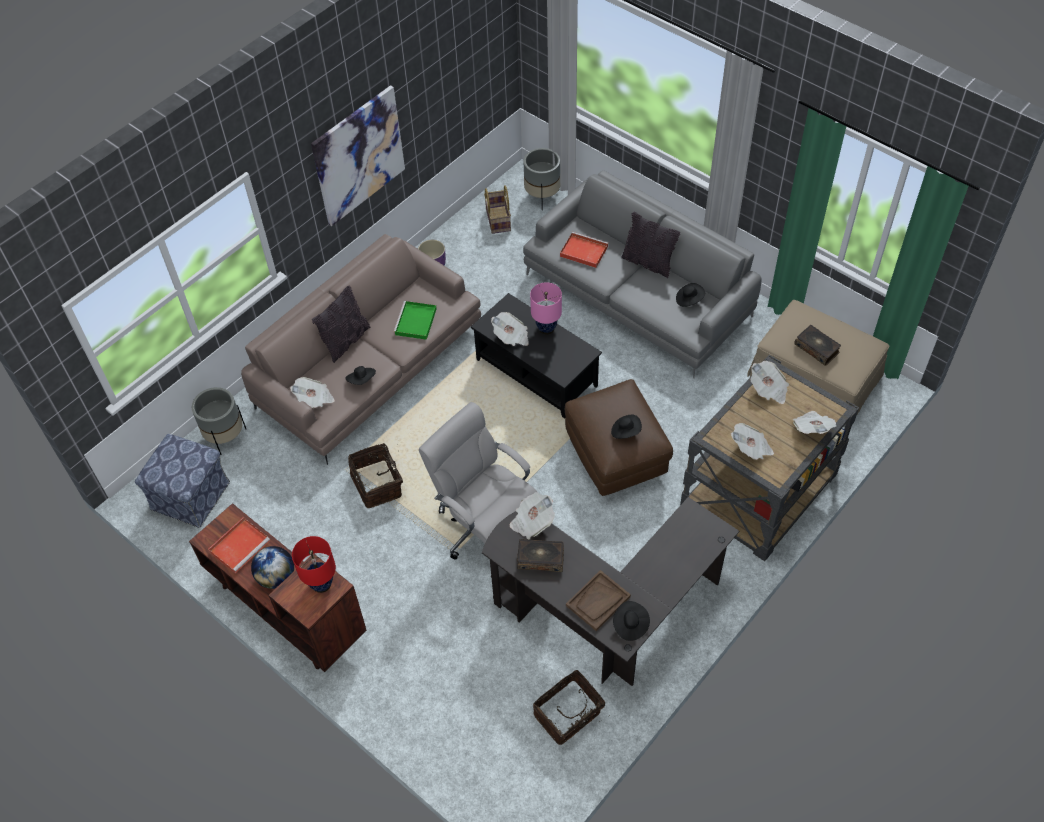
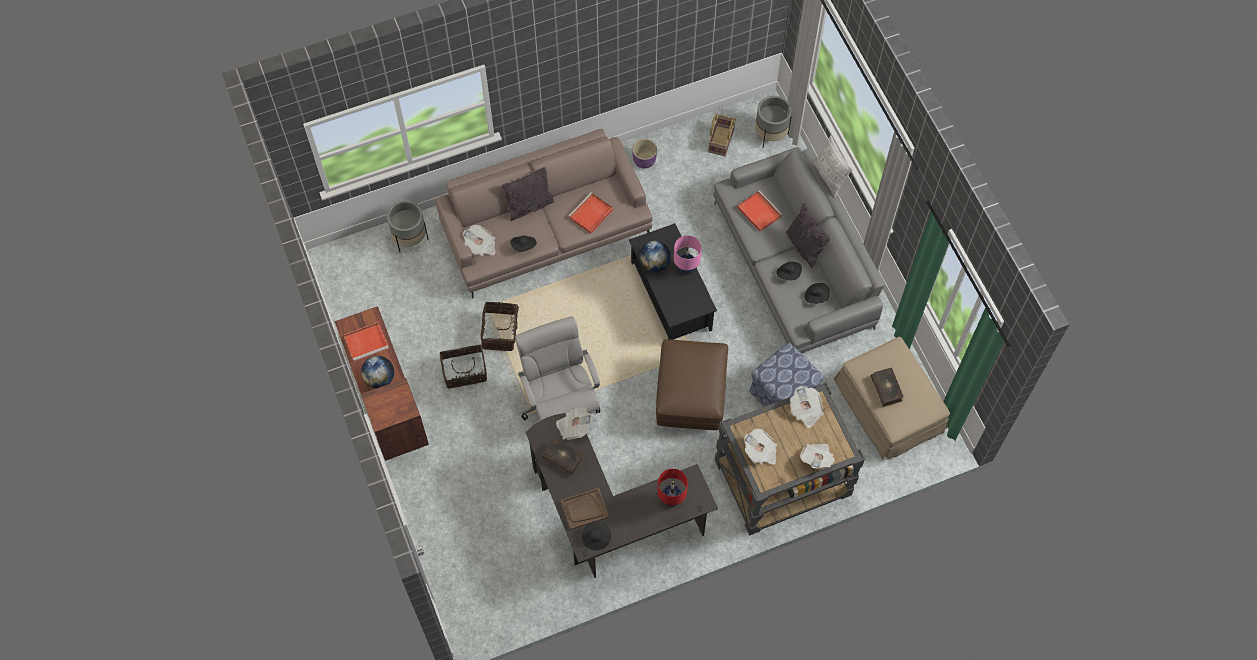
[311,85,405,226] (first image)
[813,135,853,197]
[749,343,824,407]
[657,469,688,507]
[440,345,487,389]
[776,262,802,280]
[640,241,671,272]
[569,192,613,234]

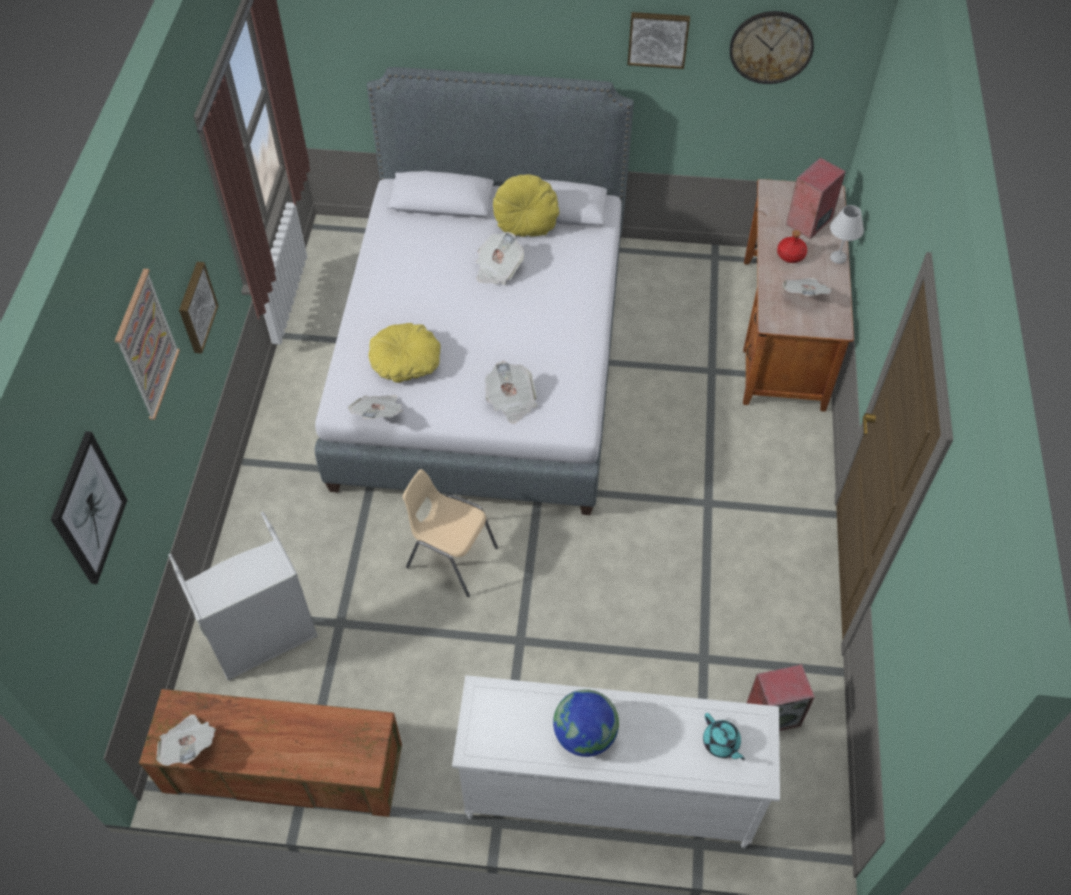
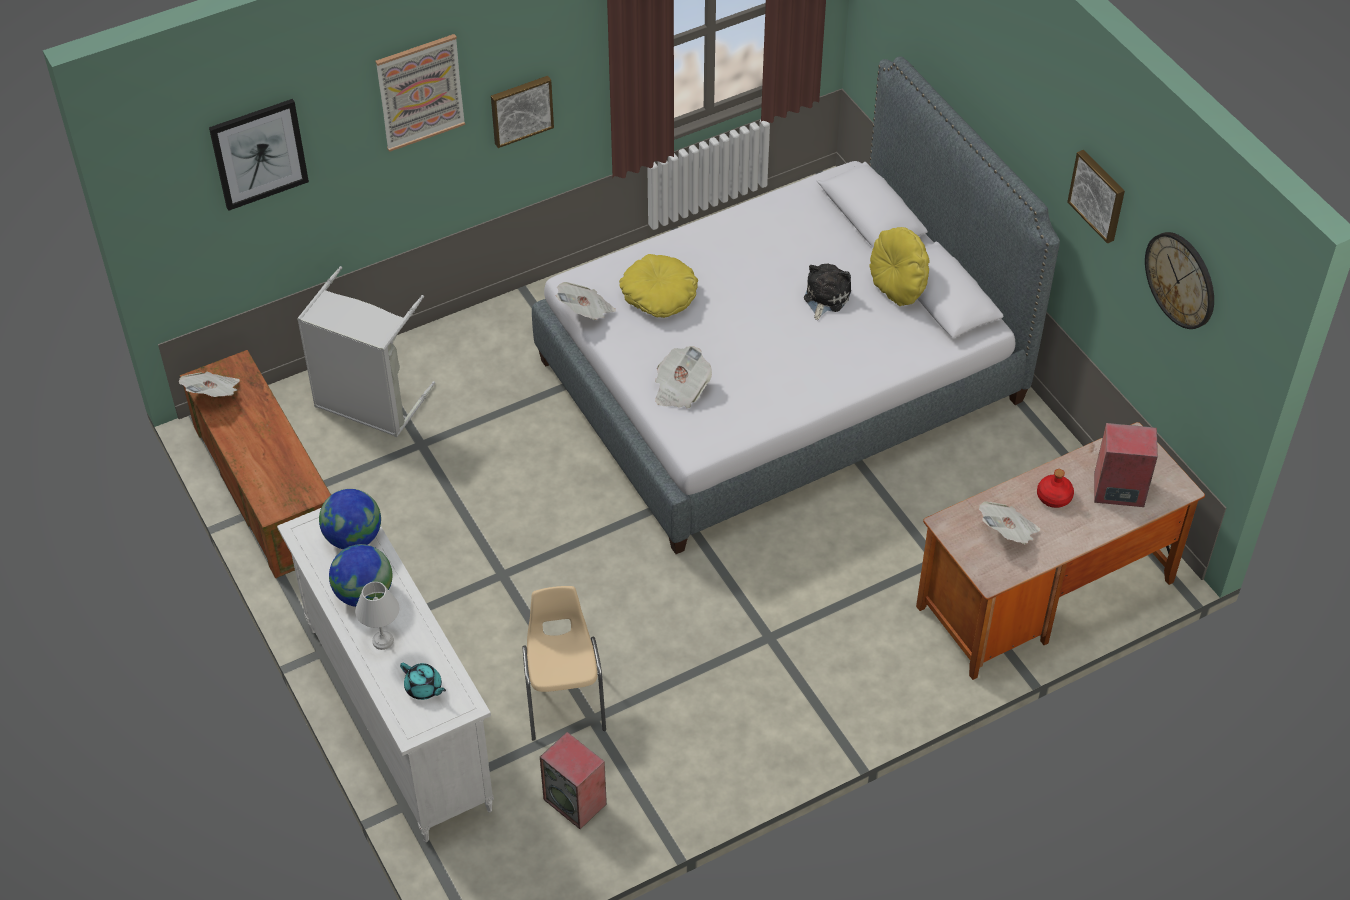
[319,489,381,549]
[523,586,606,741]
[355,582,399,650]
[804,263,851,320]
[400,663,446,700]

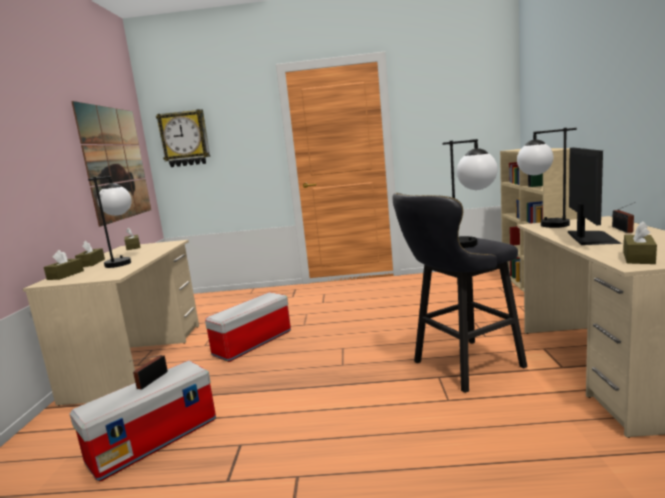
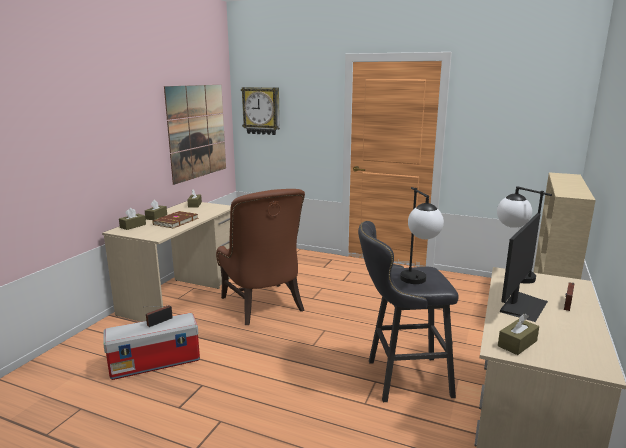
[152,211,198,229]
[216,189,305,325]

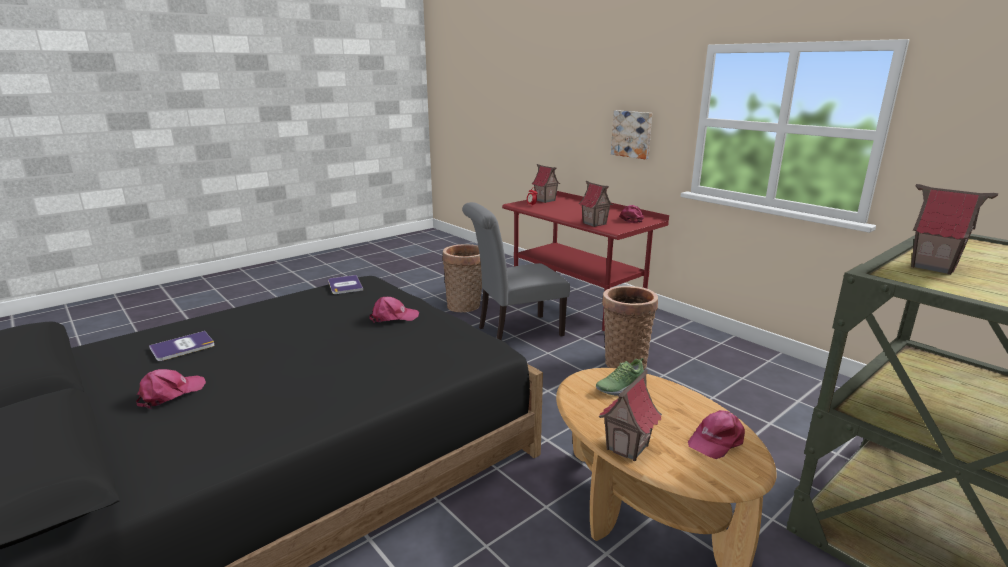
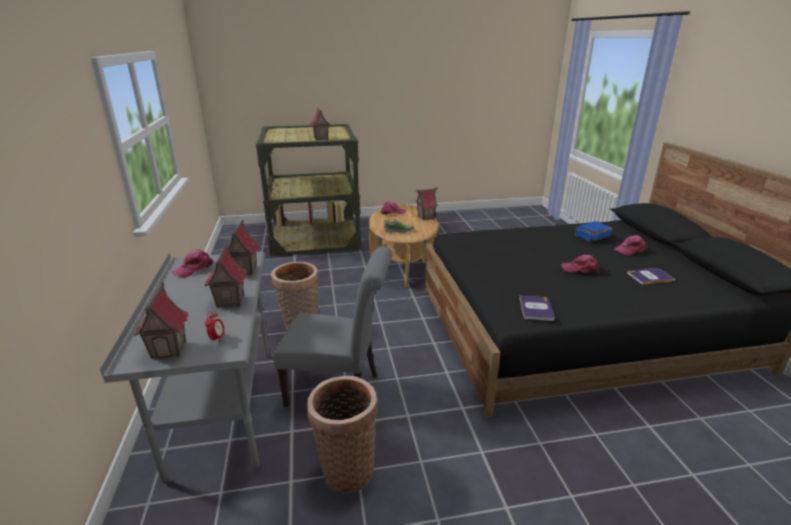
[611,110,652,159] (first image)
[204,243,247,308]
[575,221,613,242]
[561,255,600,273]
[100,251,270,484]

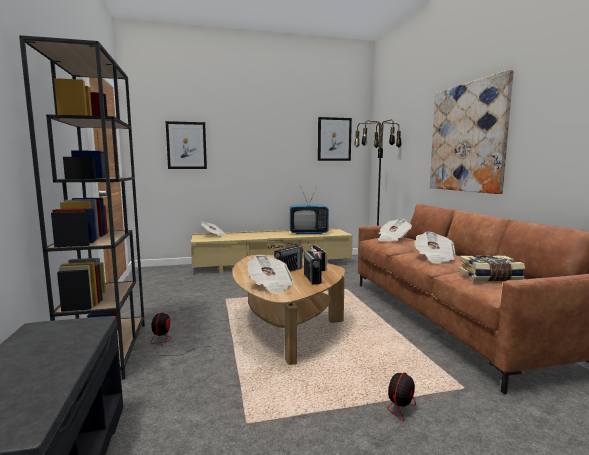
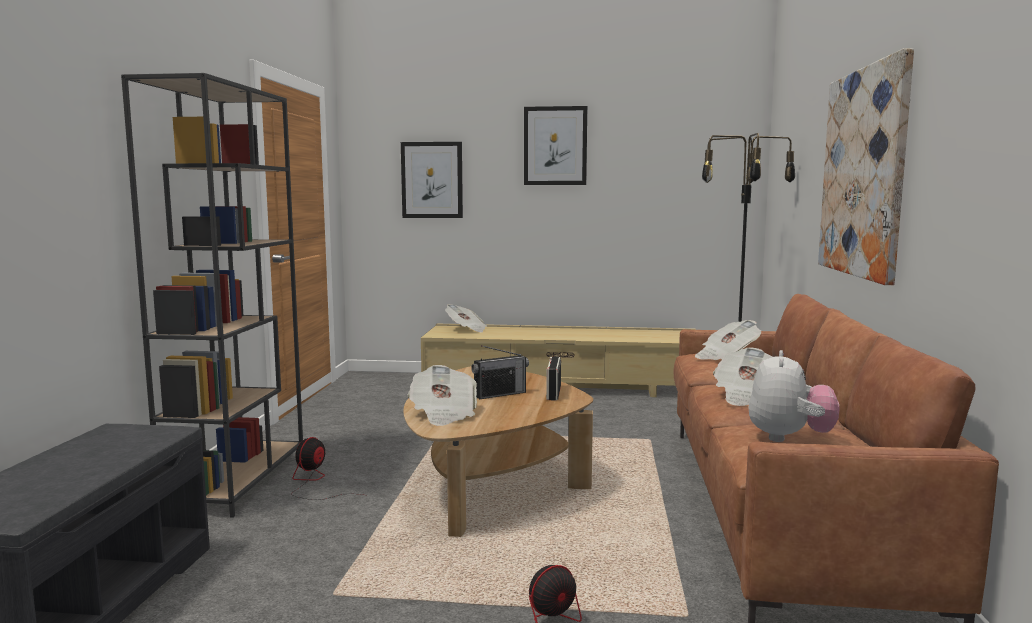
[290,186,329,235] (first image)
[304,242,322,285] (first image)
[524,106,587,185]
[749,350,839,442]

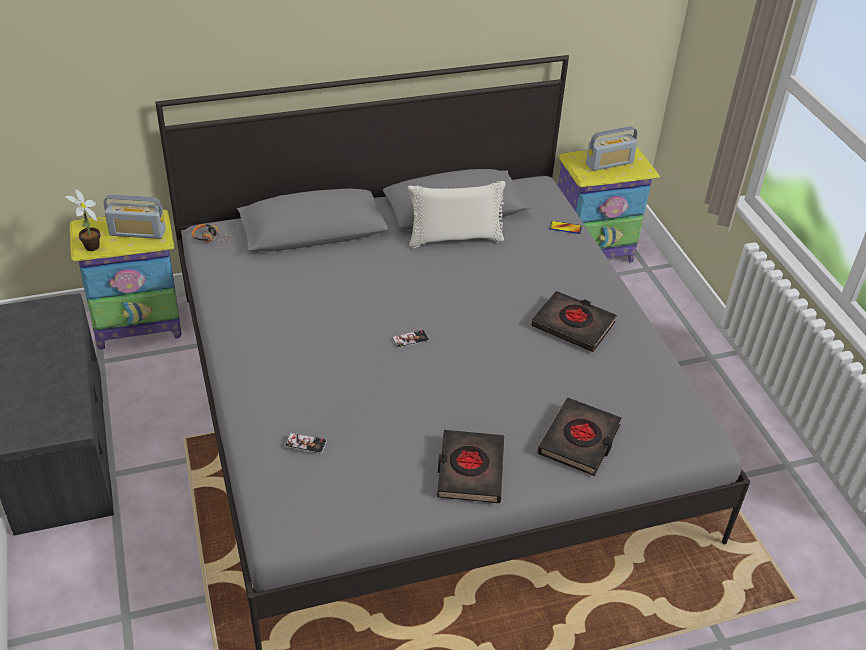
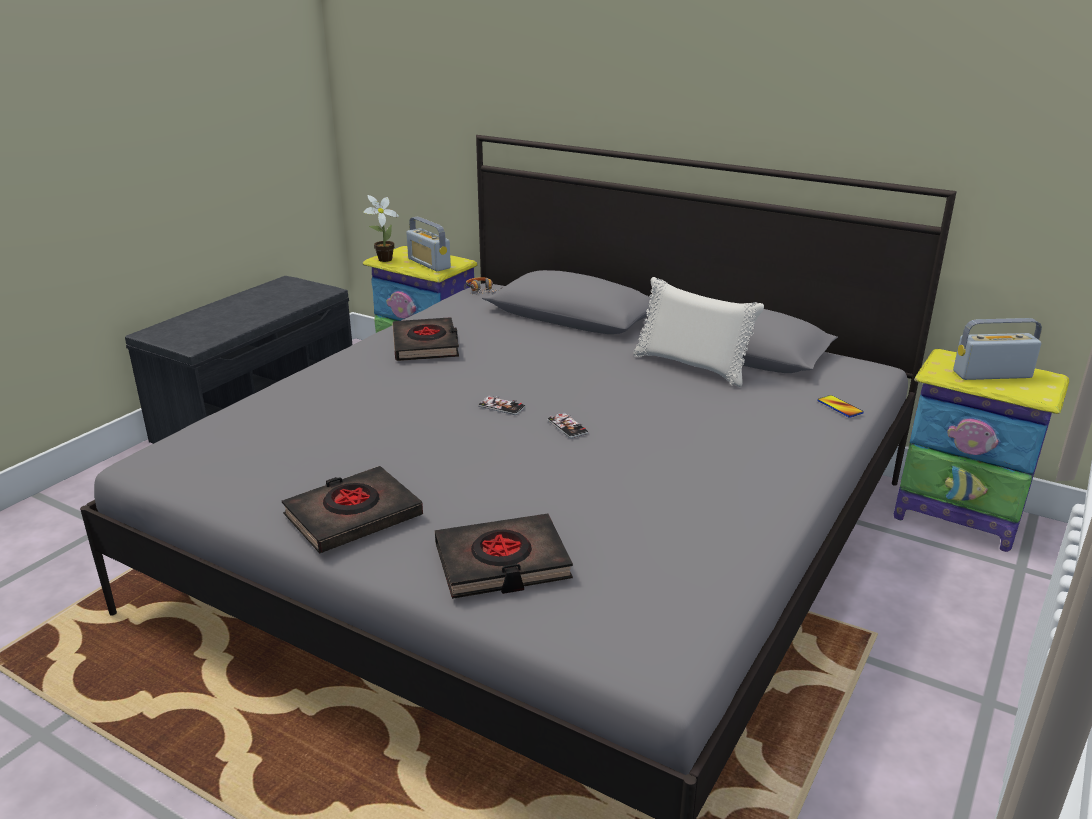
[547,412,589,438]
[393,317,459,361]
[953,318,1042,380]

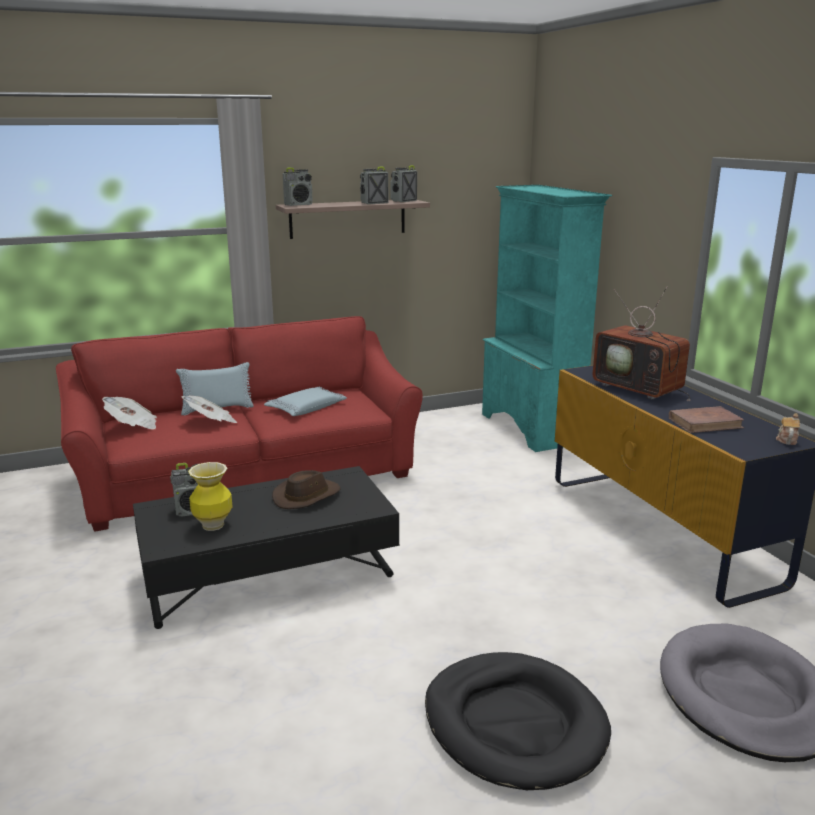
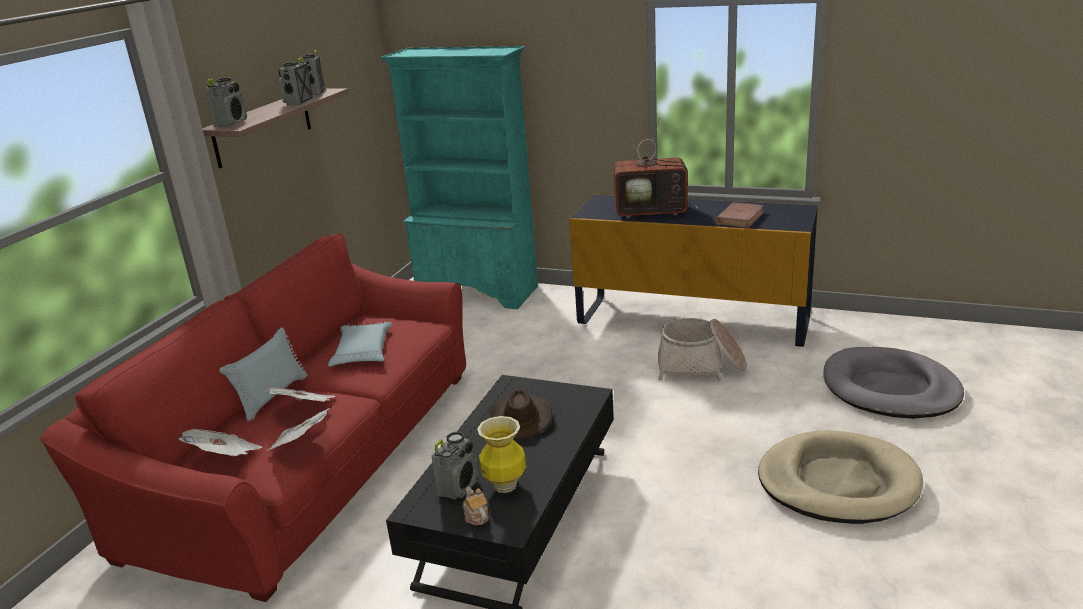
[267,408,330,451]
[658,318,747,381]
[462,487,488,525]
[758,430,923,524]

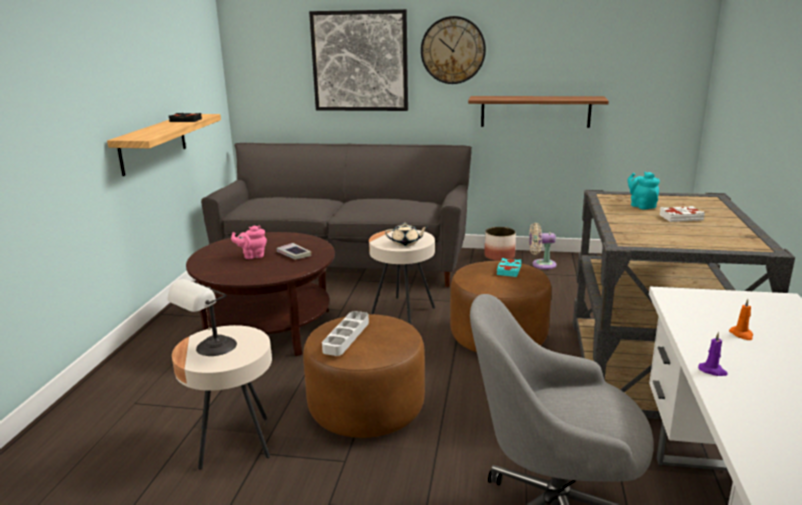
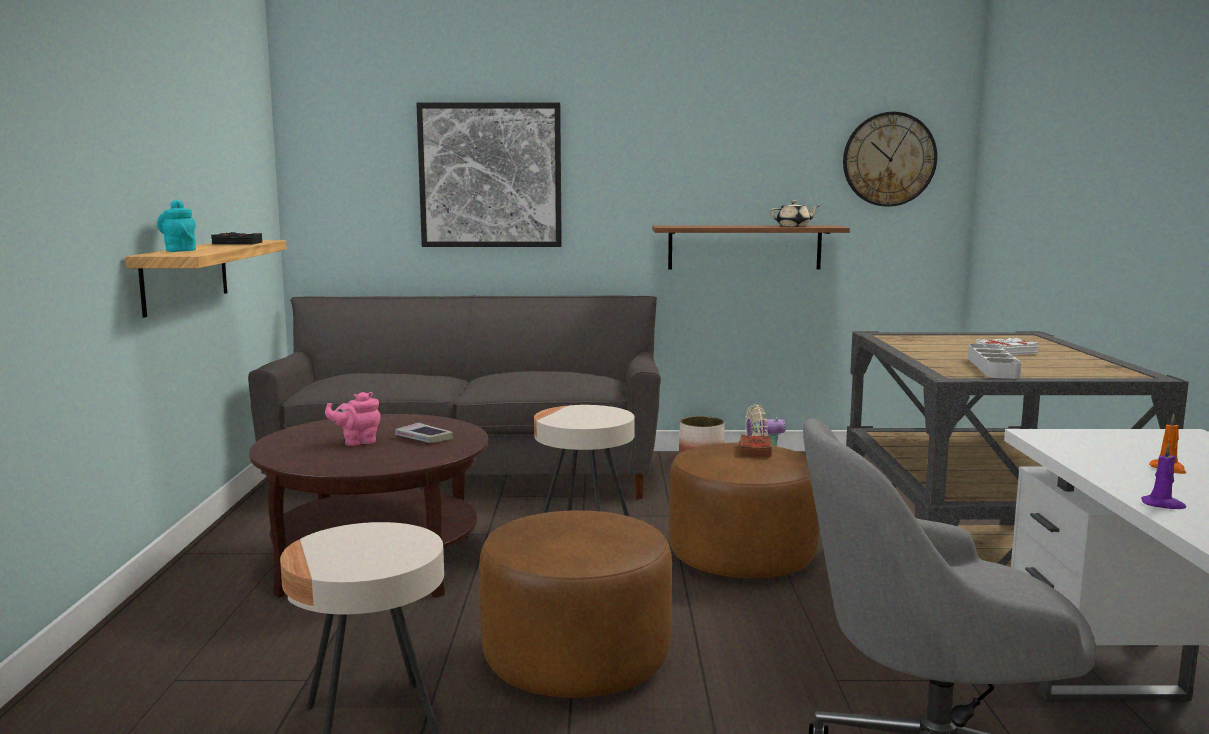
[167,279,237,356] (first image)
[968,344,1022,379]
[770,200,819,227]
[843,111,937,207]
[157,200,196,252]
[739,435,772,457]

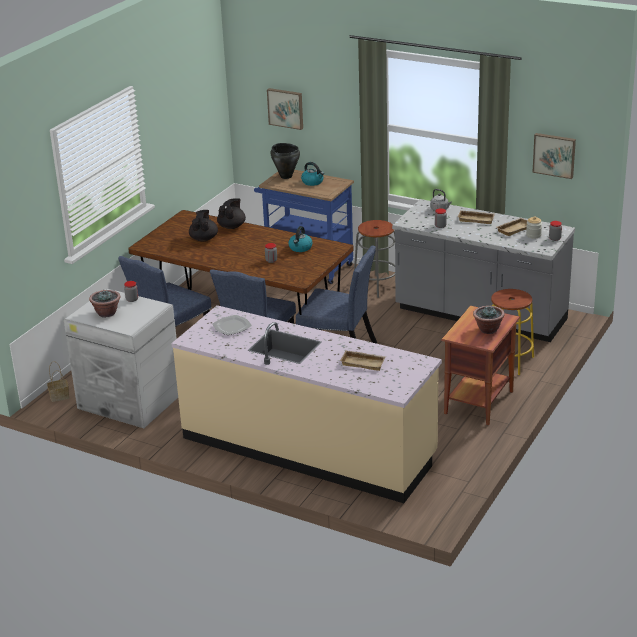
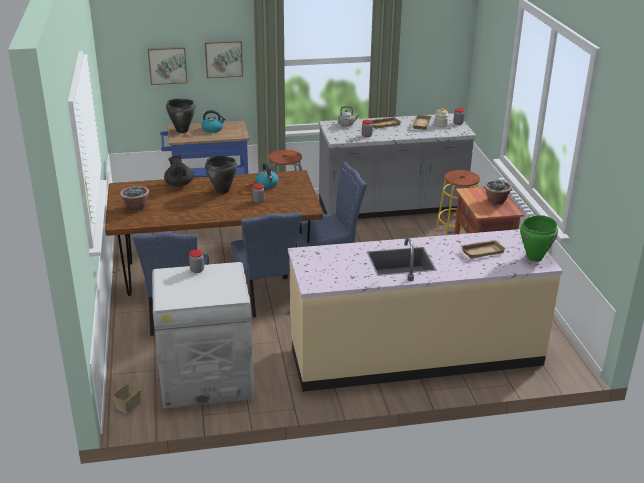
[189,210,218,241] (first image)
[212,315,252,335] (first image)
[205,156,237,194]
[520,215,558,262]
[120,185,149,211]
[205,40,243,78]

